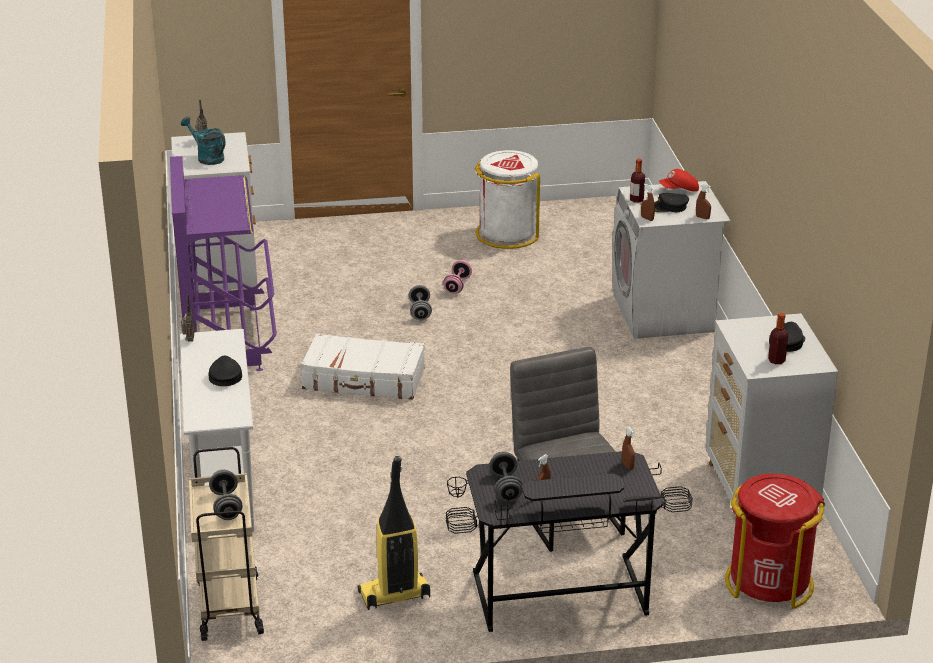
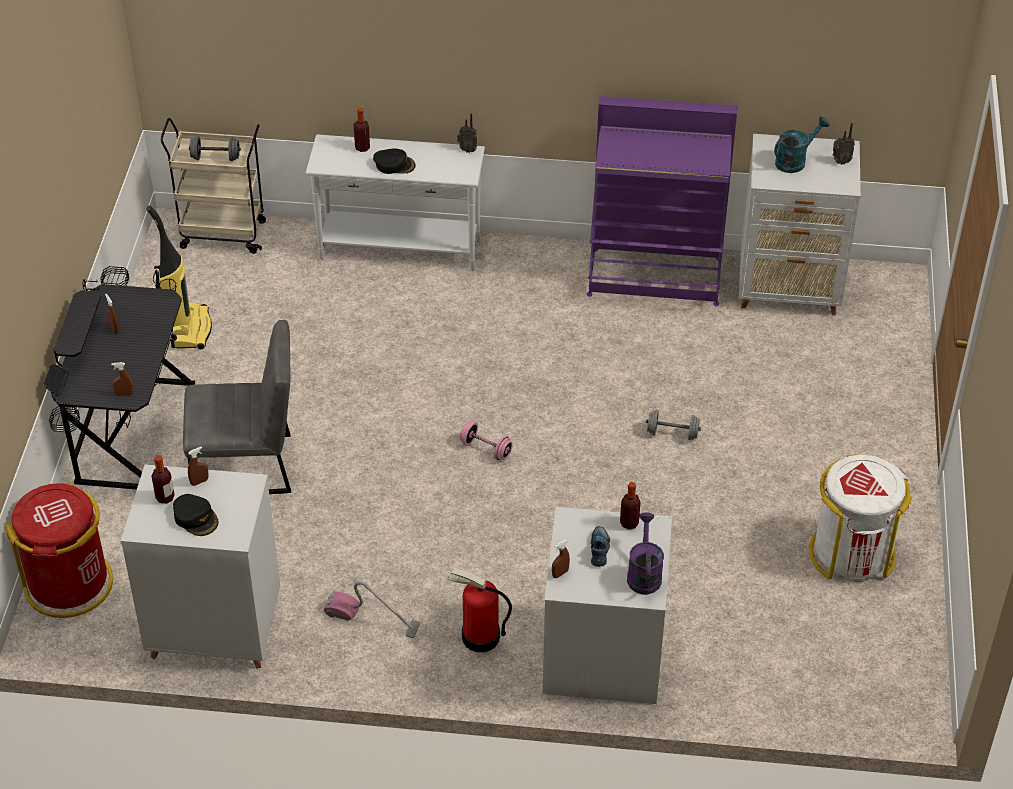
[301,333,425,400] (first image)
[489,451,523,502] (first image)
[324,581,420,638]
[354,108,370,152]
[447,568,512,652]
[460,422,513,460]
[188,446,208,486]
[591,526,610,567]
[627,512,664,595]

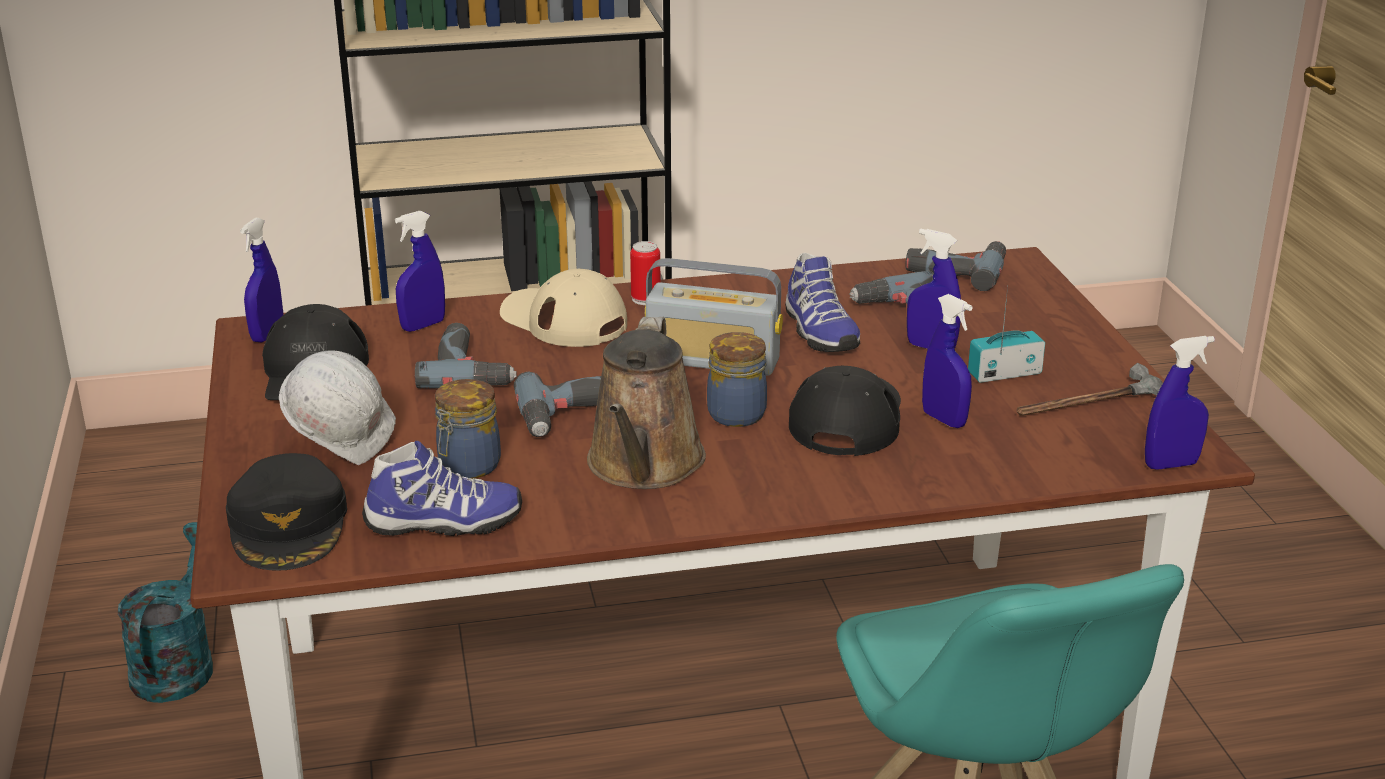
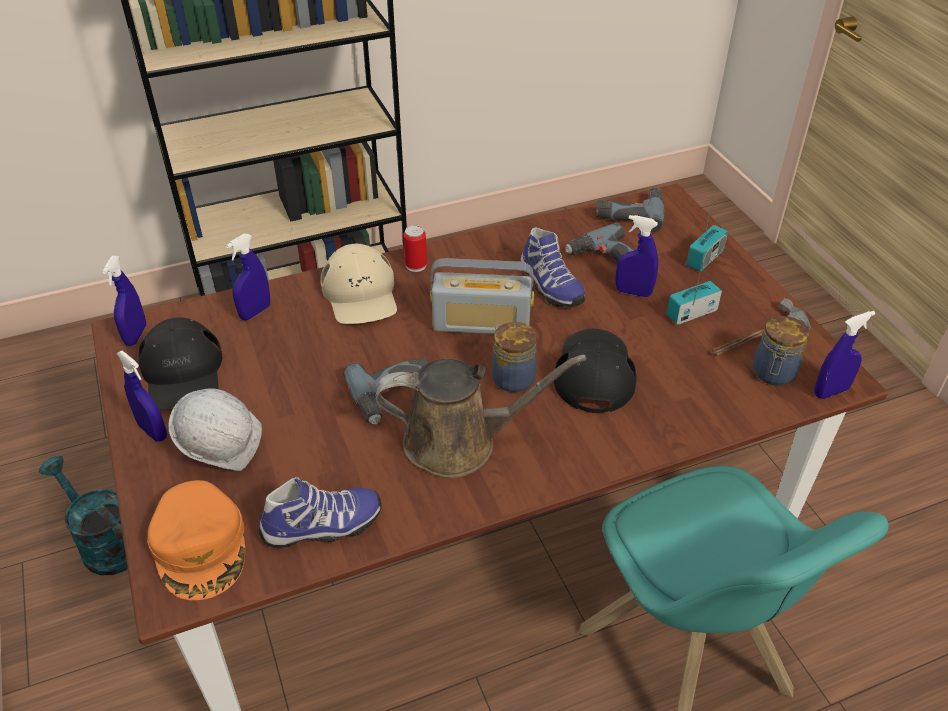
[415,323,517,388] (first image)
[686,194,728,271]
[753,316,809,386]
[116,350,167,442]
[147,480,245,600]
[39,456,128,575]
[320,244,397,324]
[375,355,586,478]

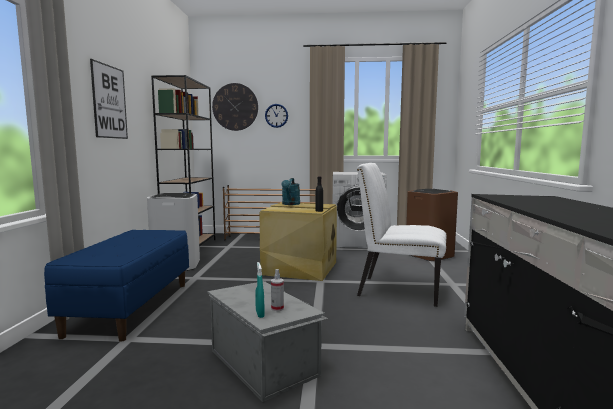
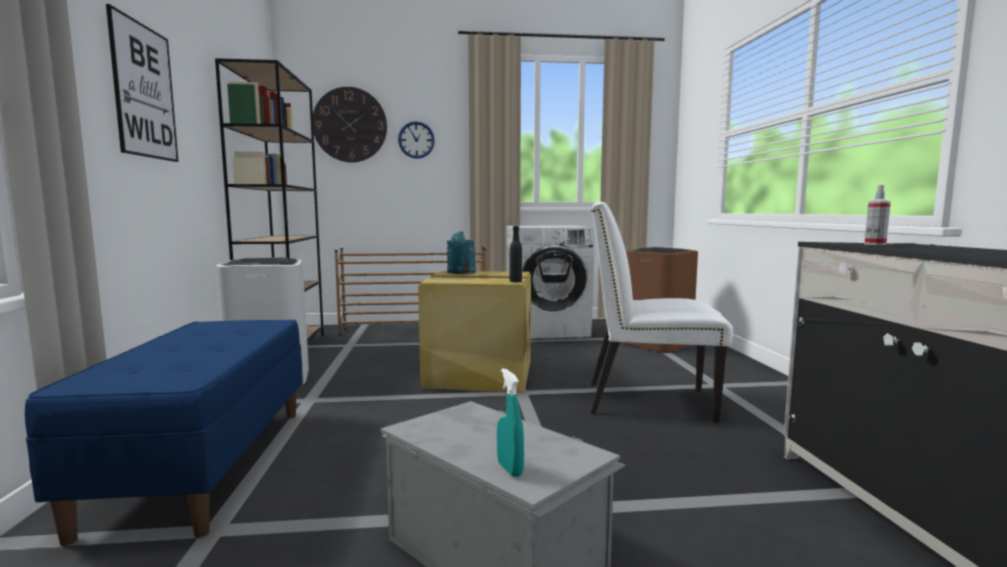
[864,185,891,245]

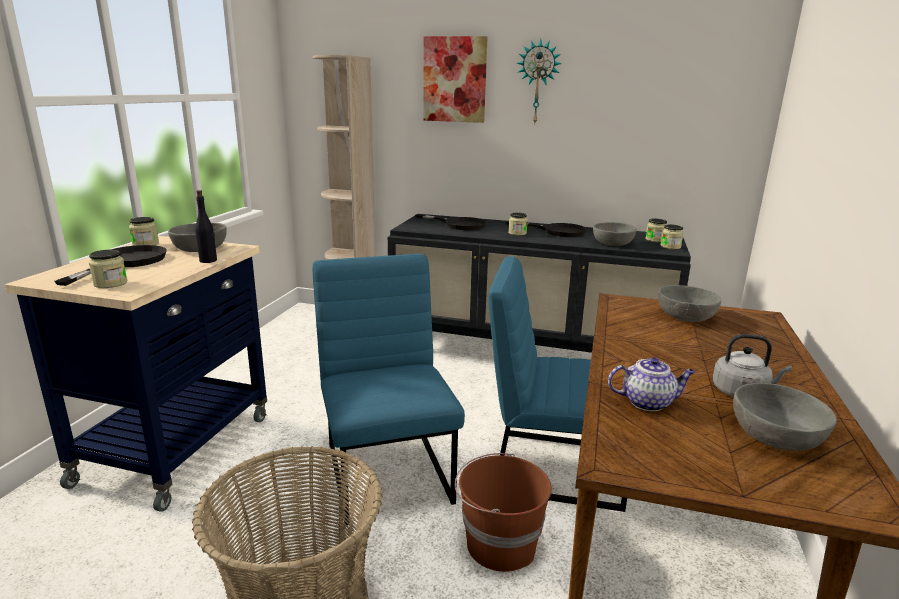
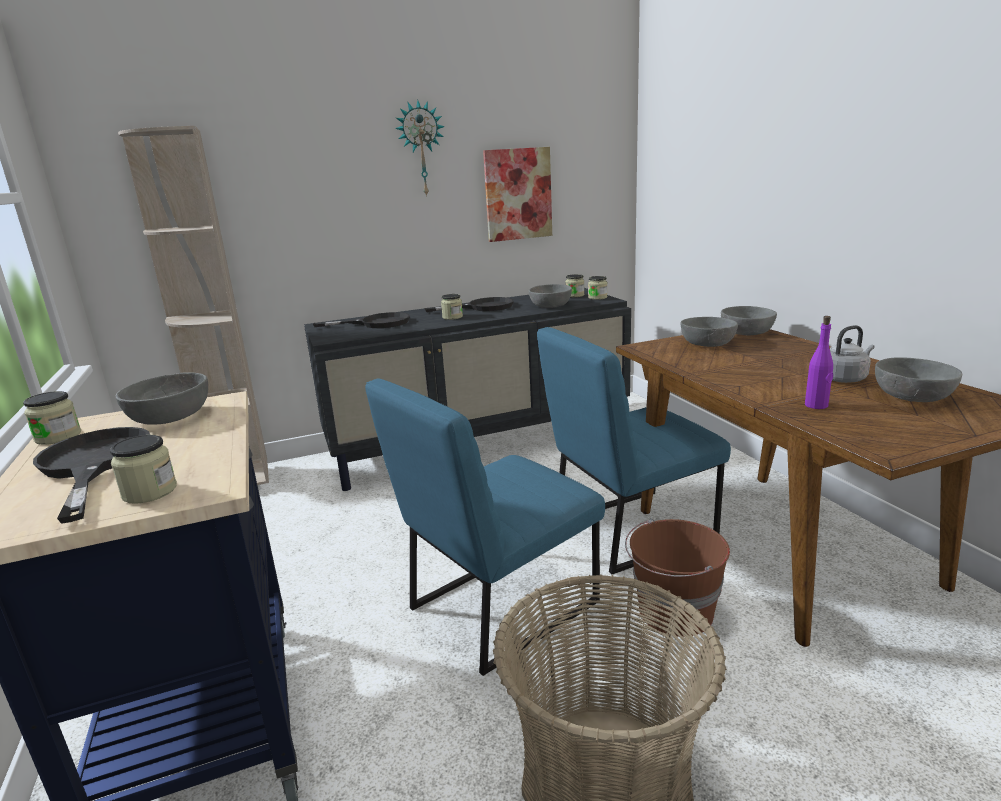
[195,190,217,263] (first image)
[721,306,777,335]
[483,147,552,242]
[805,316,833,409]
[365,379,605,676]

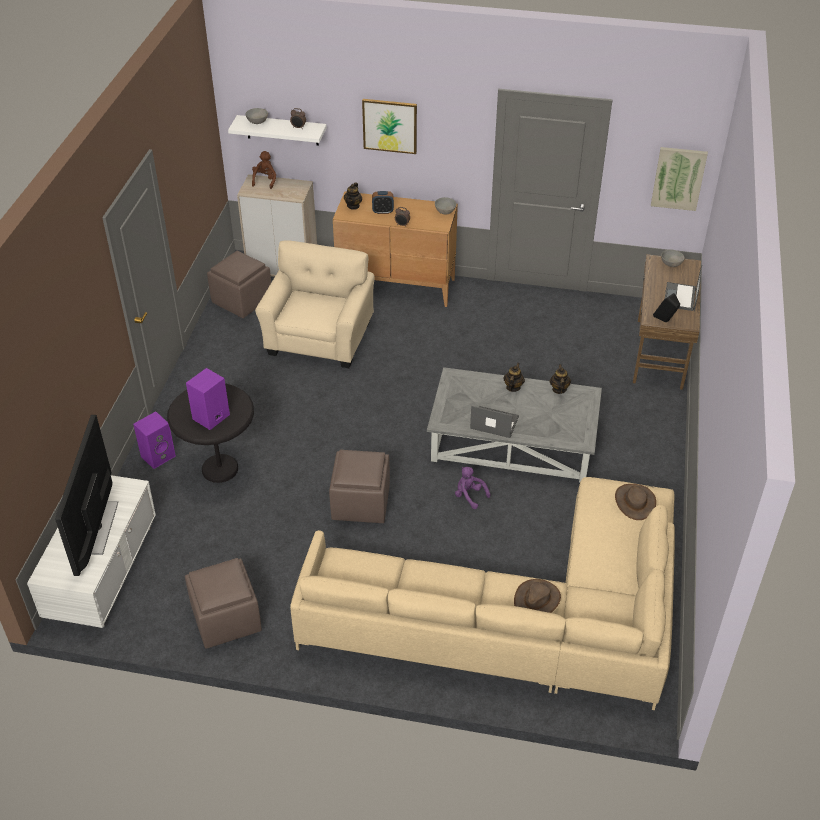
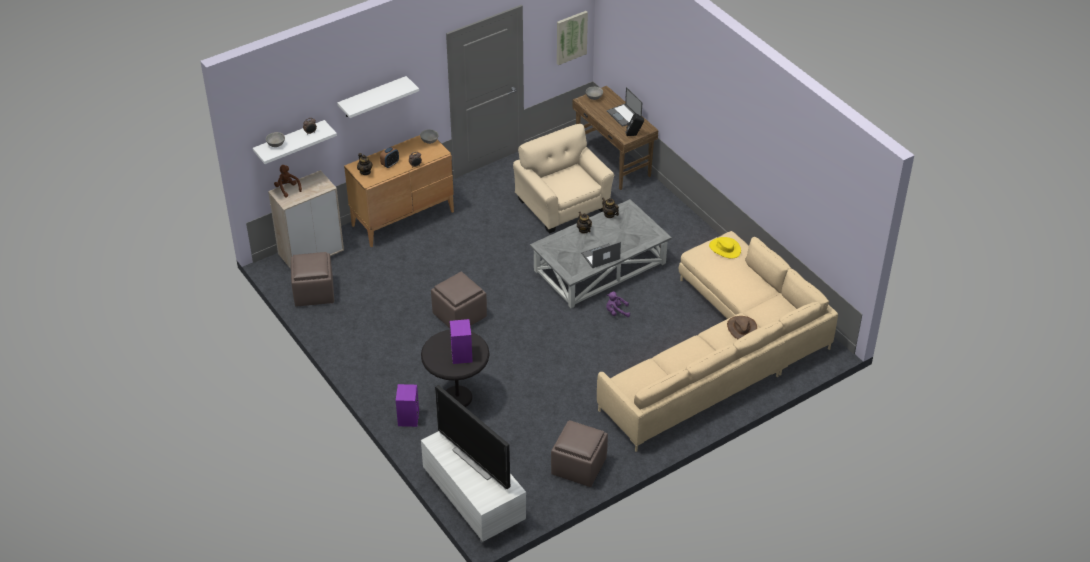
[513,124,614,234]
[431,271,487,328]
[337,76,419,118]
[709,237,741,258]

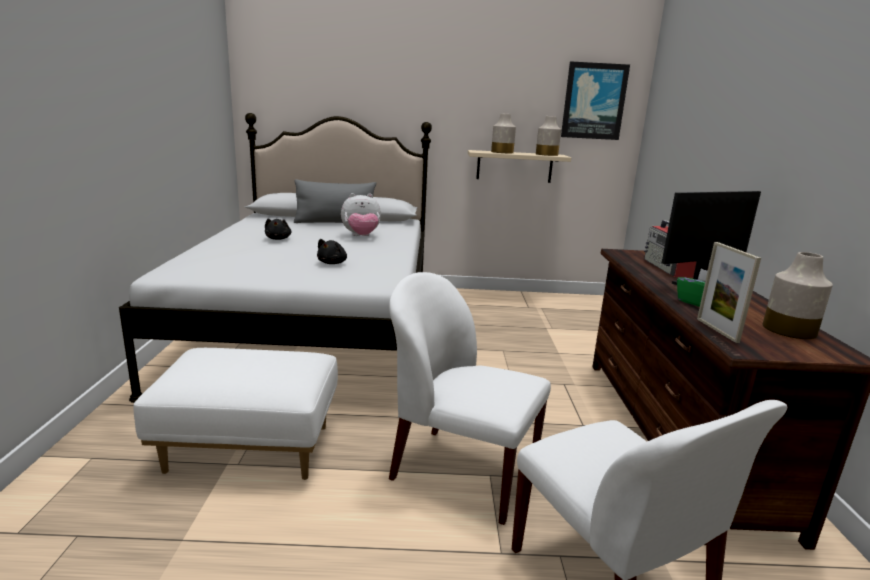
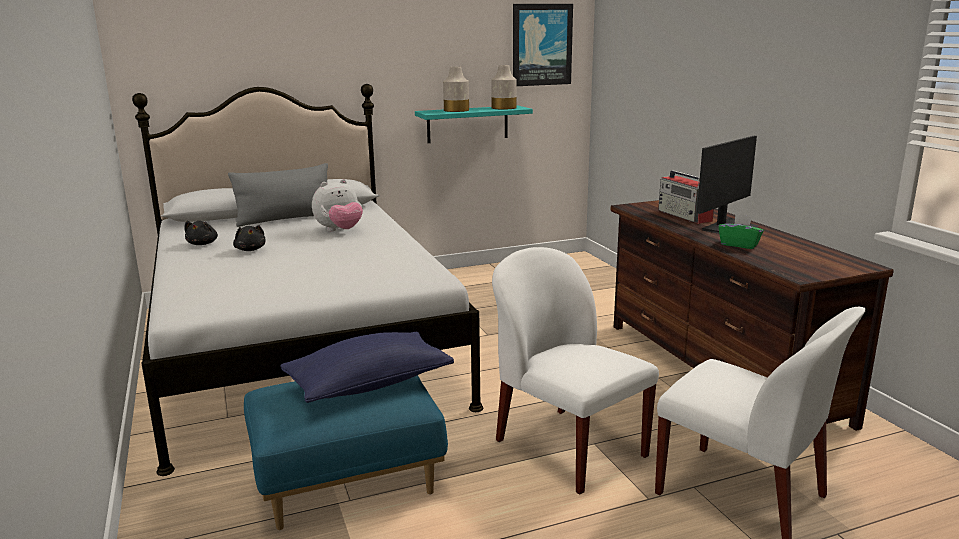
[697,242,761,343] (first image)
[762,252,833,339] (first image)
[280,332,454,403]
[184,221,218,245]
[244,375,448,530]
[415,105,533,143]
[492,247,659,494]

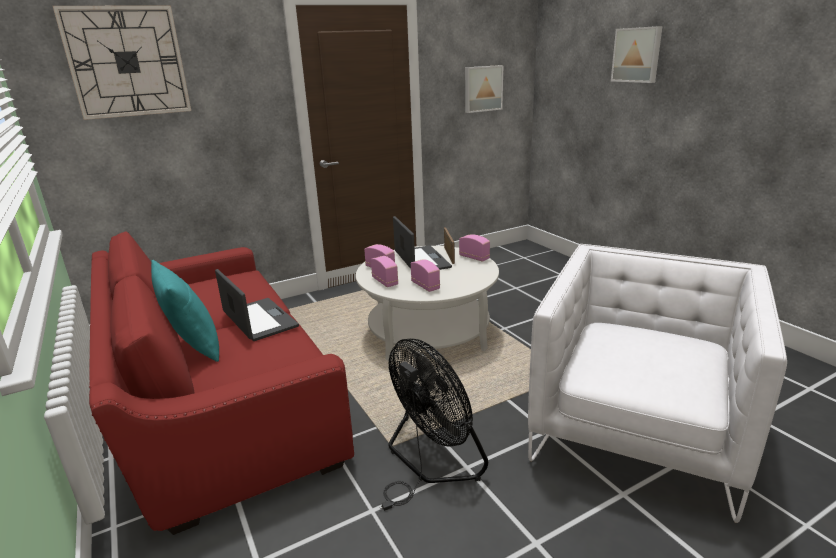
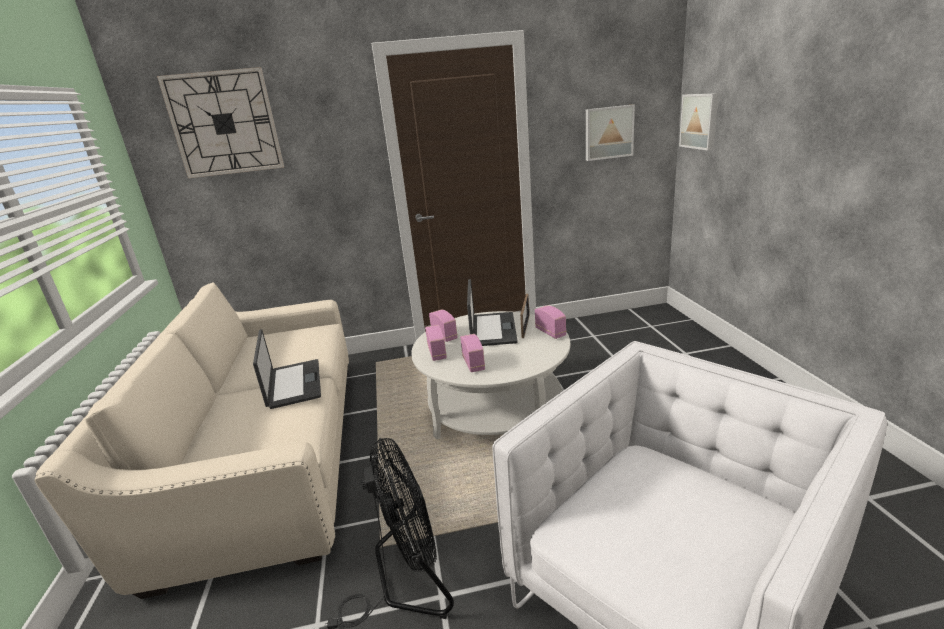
[151,260,219,362] (first image)
[679,93,719,150]
[35,282,349,599]

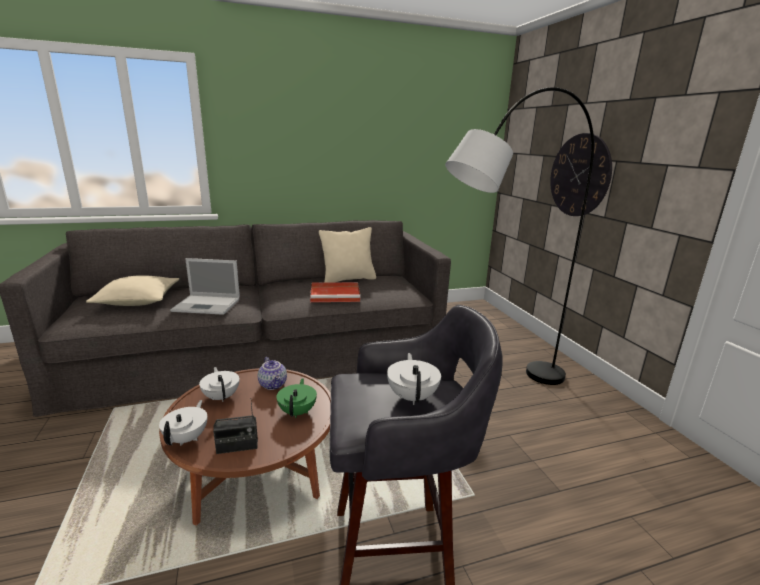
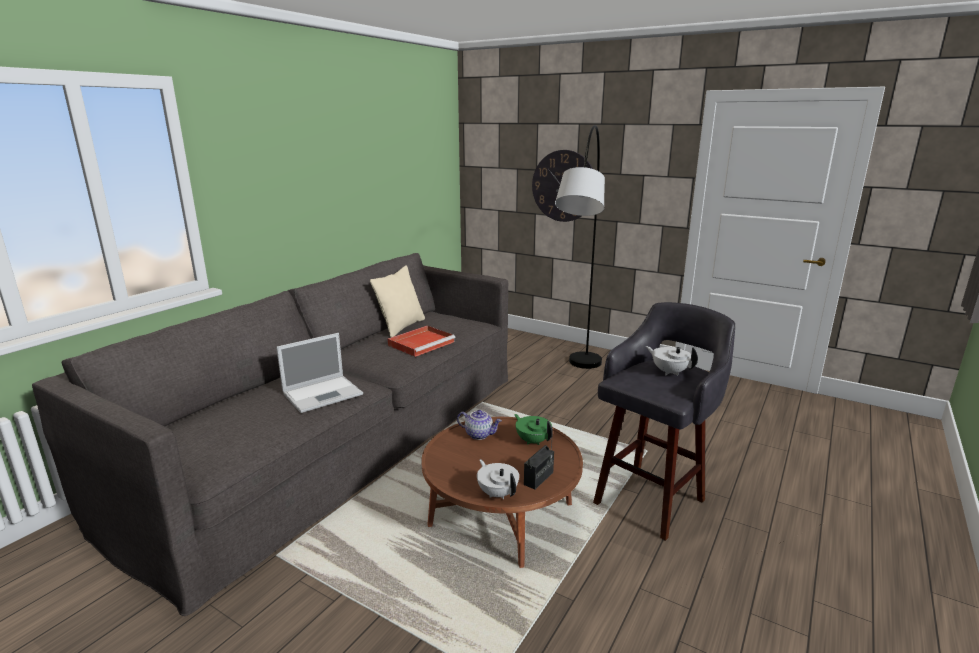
[86,275,180,306] (first image)
[199,367,239,402] (first image)

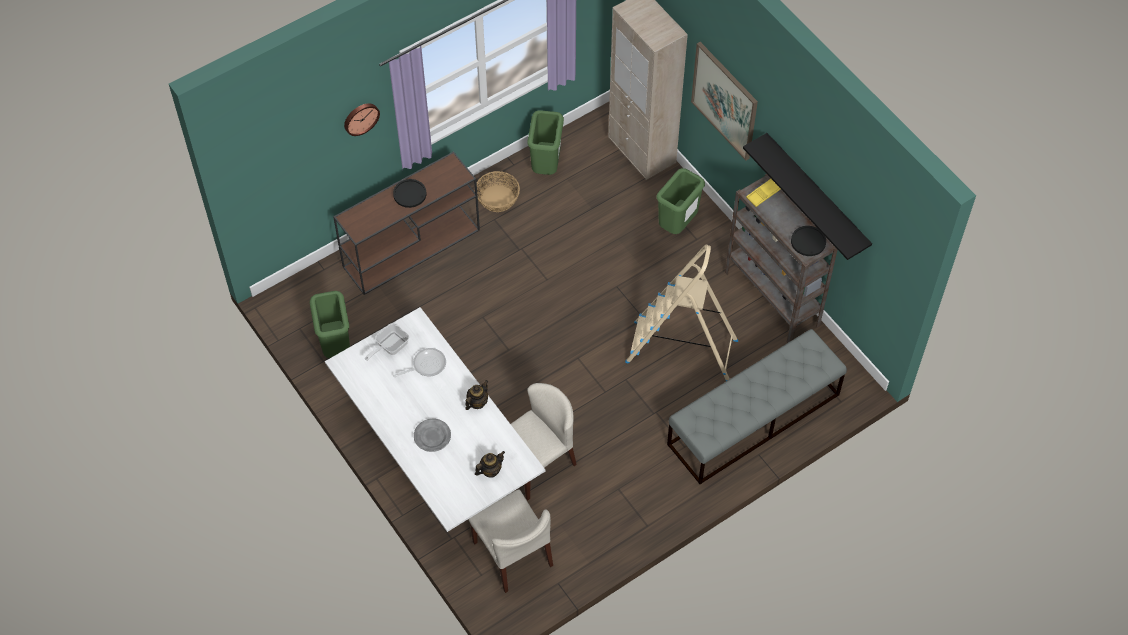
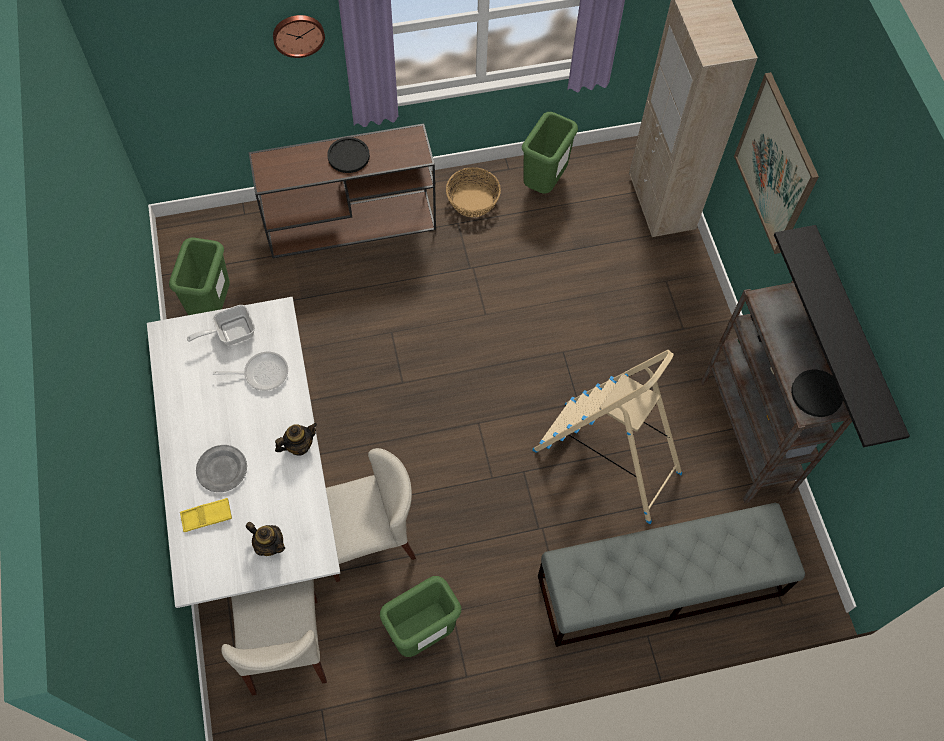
[380,576,461,657]
[180,498,232,532]
[246,522,285,556]

